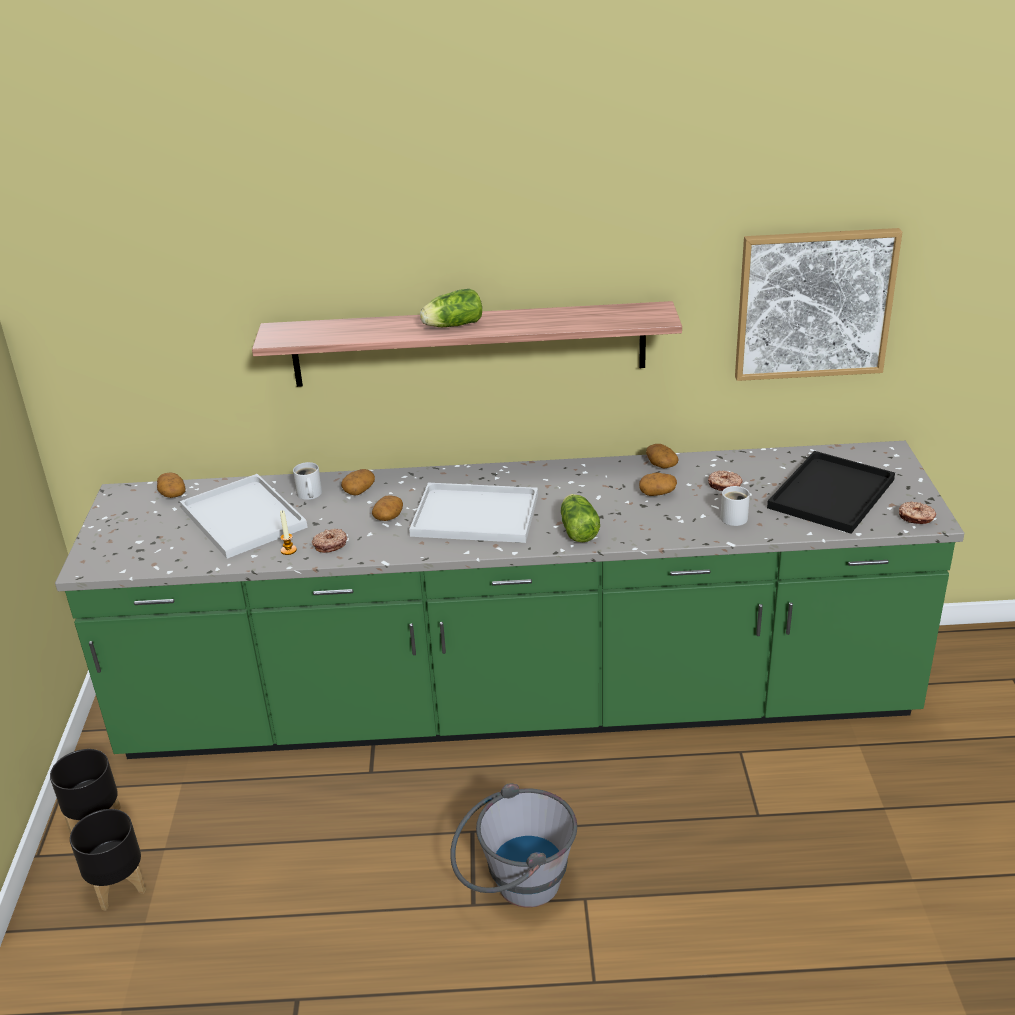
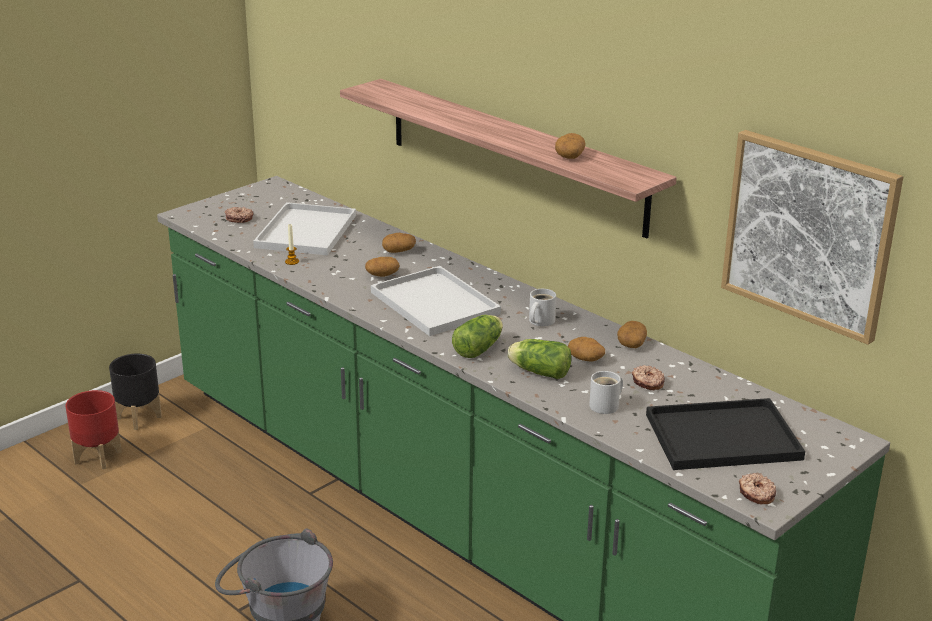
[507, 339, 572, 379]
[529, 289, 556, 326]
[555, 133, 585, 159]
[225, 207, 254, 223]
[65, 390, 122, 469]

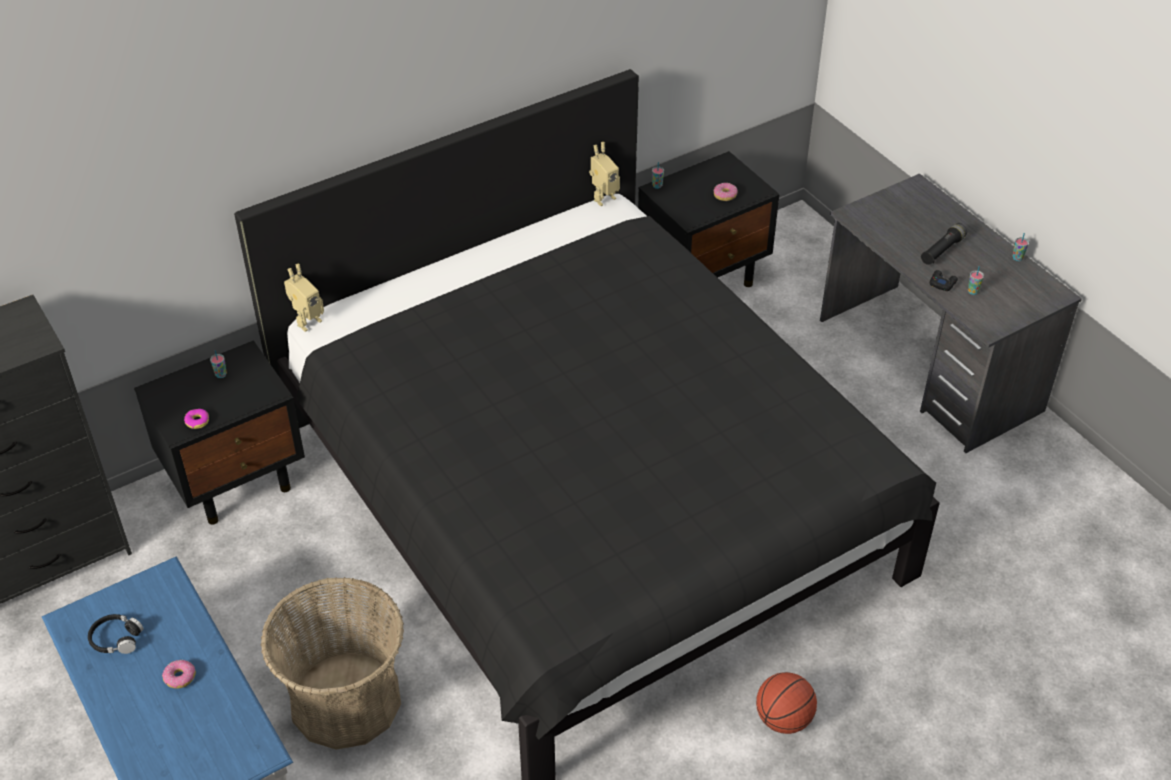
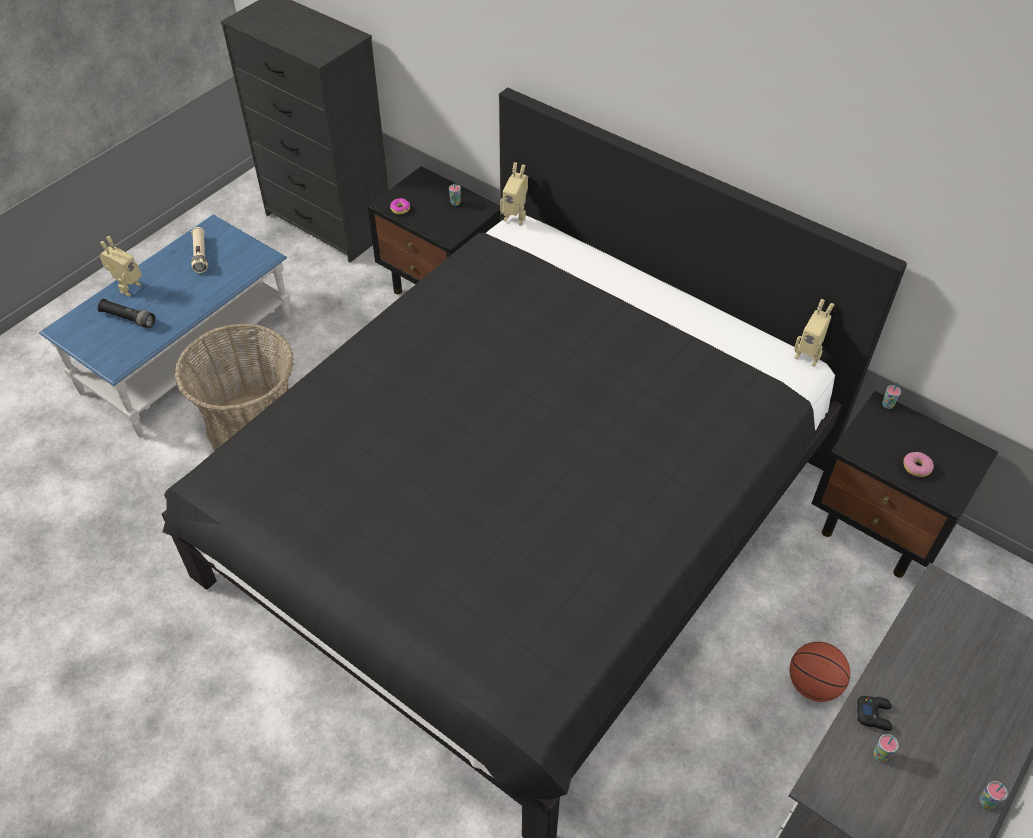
[97, 299, 155, 328]
[191, 227, 208, 273]
[162, 660, 196, 689] (first image)
[789, 642, 850, 702]
[99, 236, 141, 296]

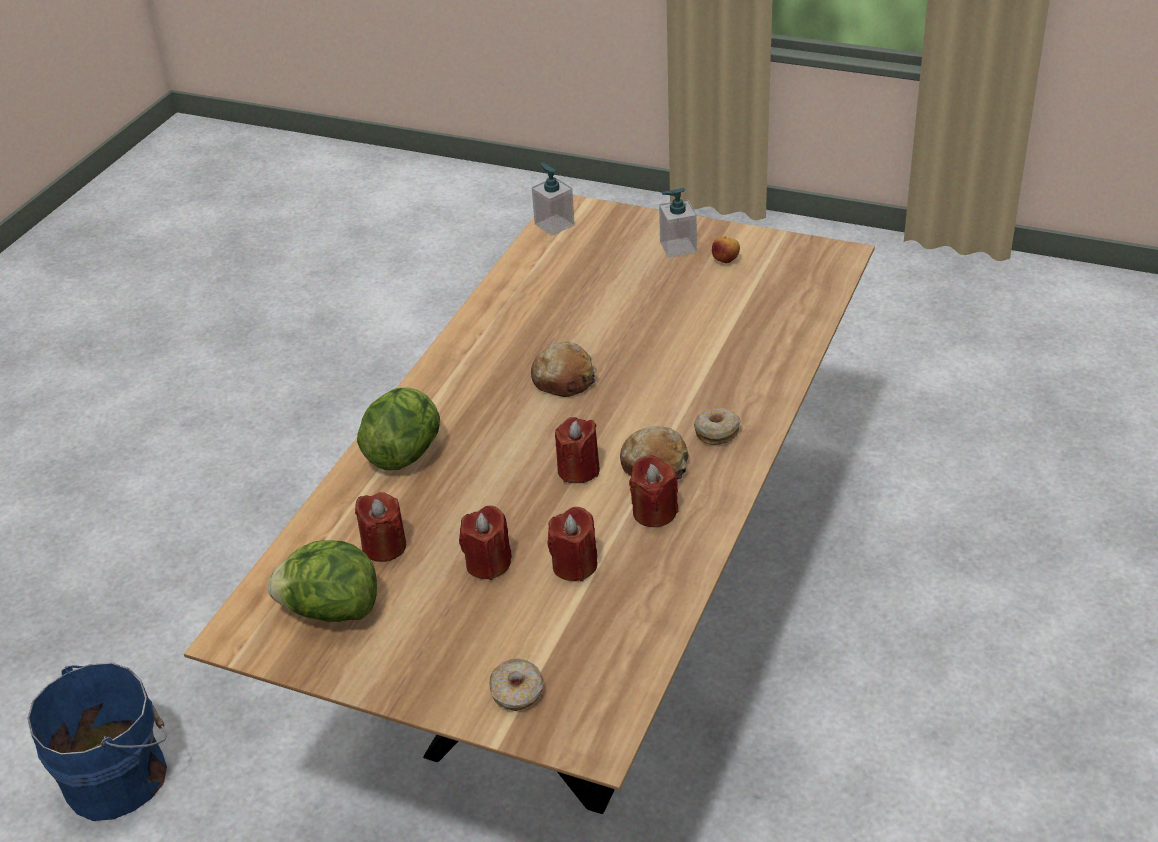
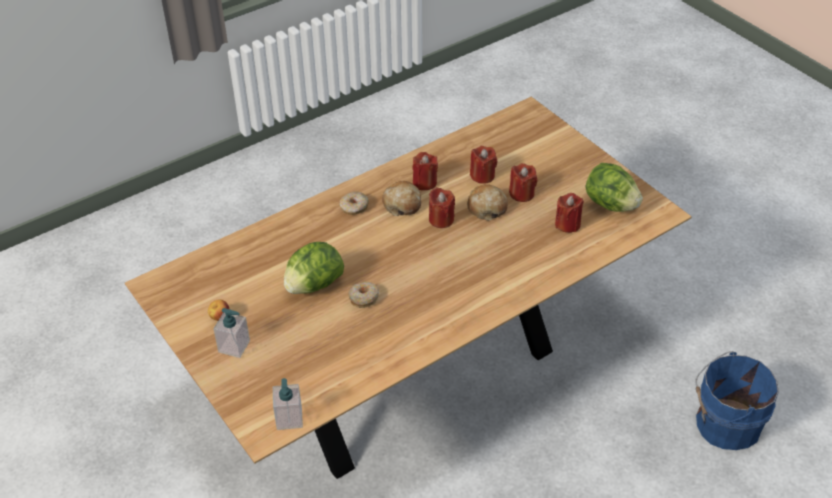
[467, 184, 508, 221]
[284, 242, 344, 294]
[349, 282, 379, 308]

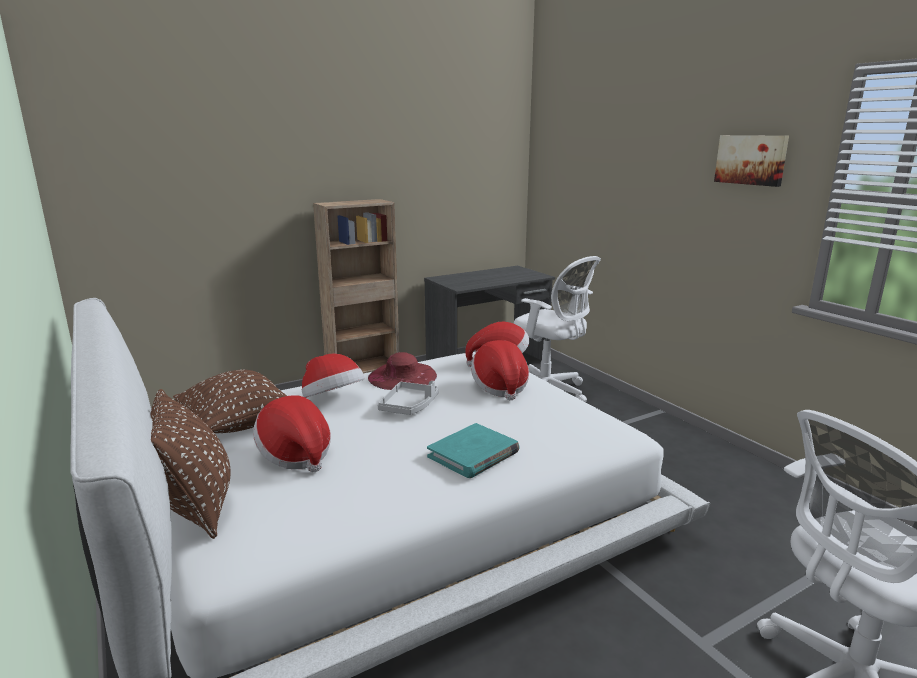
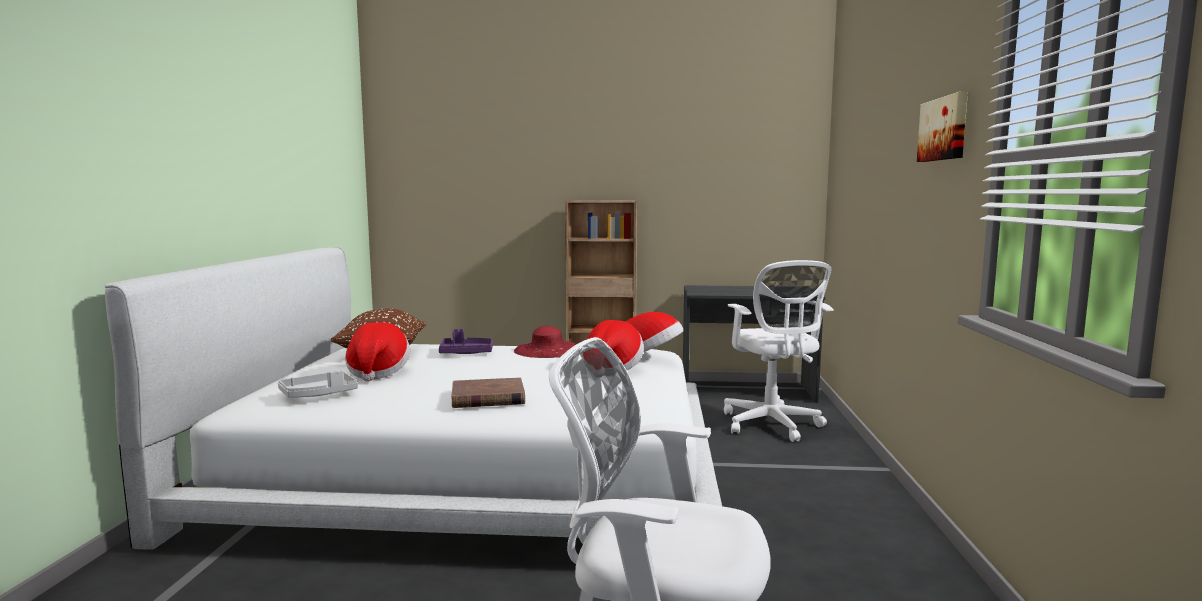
[439, 329, 493, 354]
[278, 370, 358, 398]
[150, 389, 231, 539] (first image)
[452, 377, 525, 408]

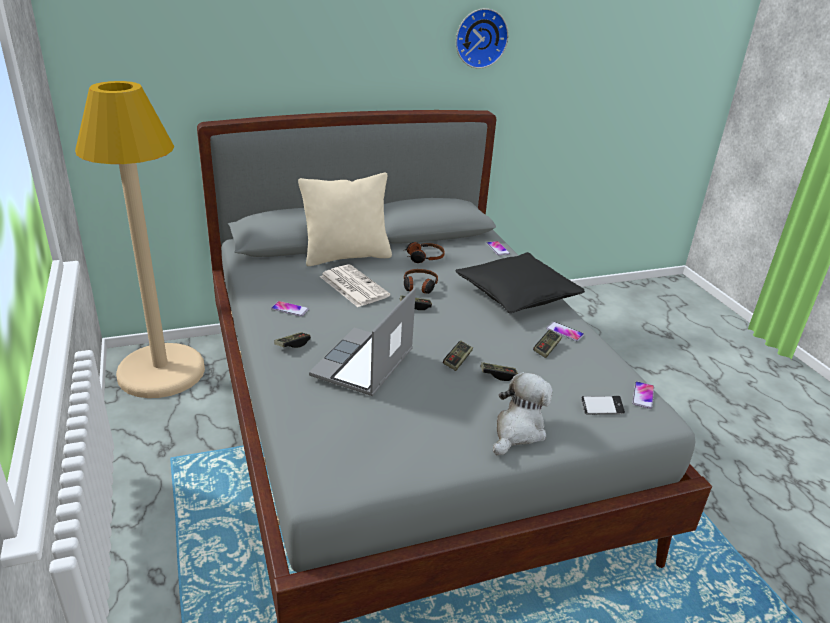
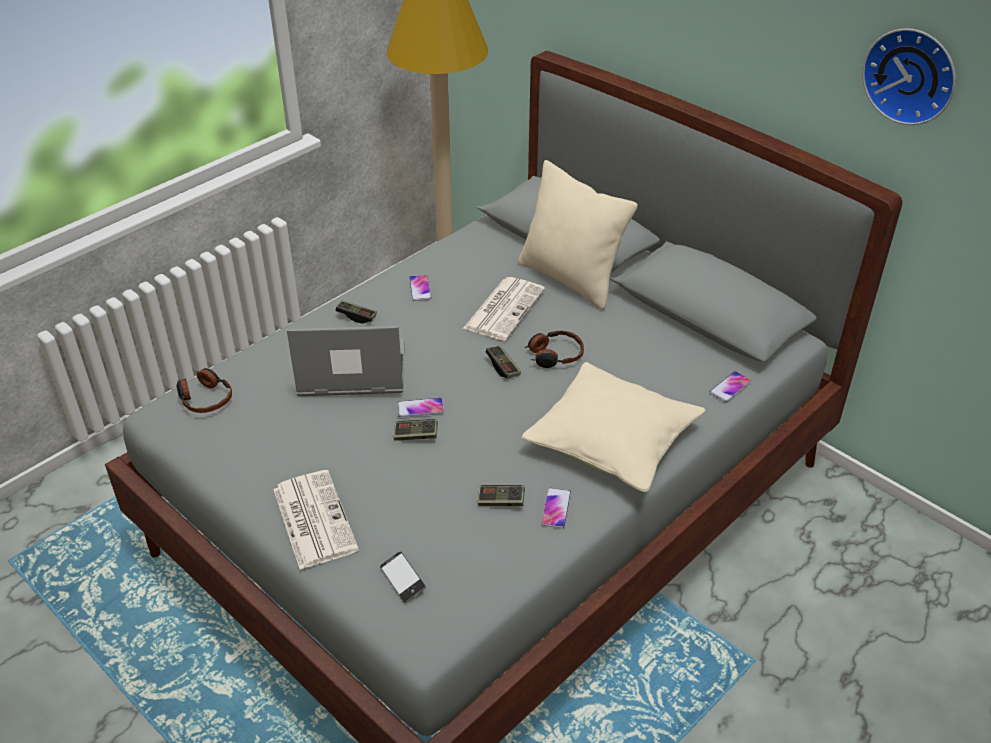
[176, 368, 232, 413]
[522, 362, 706, 492]
[480, 362, 518, 381] (first image)
[273, 470, 359, 569]
[397, 398, 444, 417]

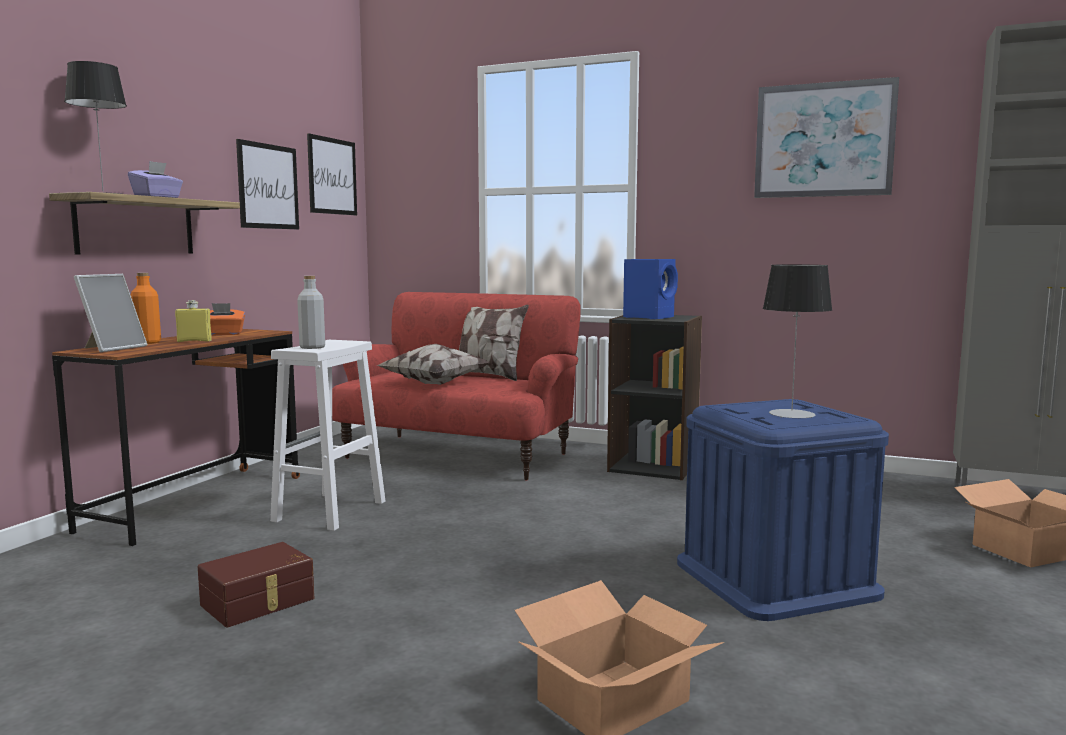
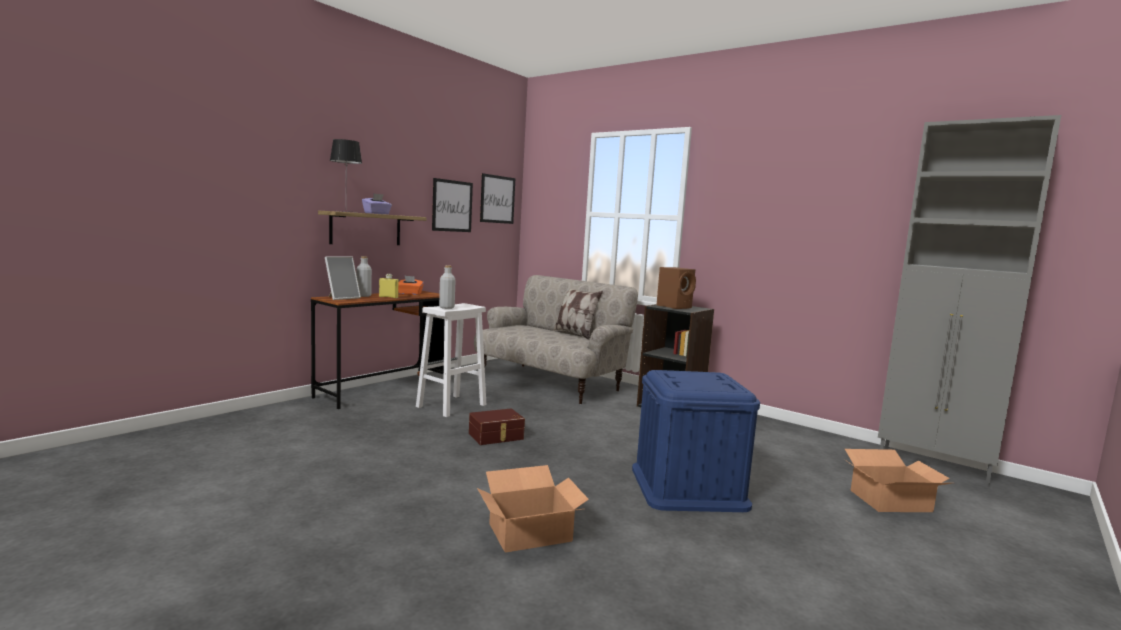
[754, 77, 899, 198] (first image)
[657, 267, 696, 309]
[763, 264, 832, 418] (first image)
[356, 256, 372, 297]
[474, 275, 638, 404]
[377, 344, 490, 385] (first image)
[469, 408, 525, 445]

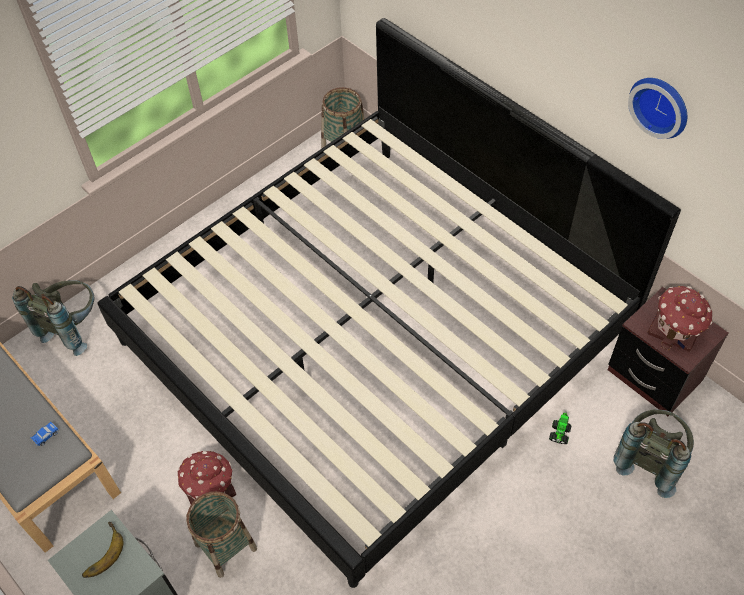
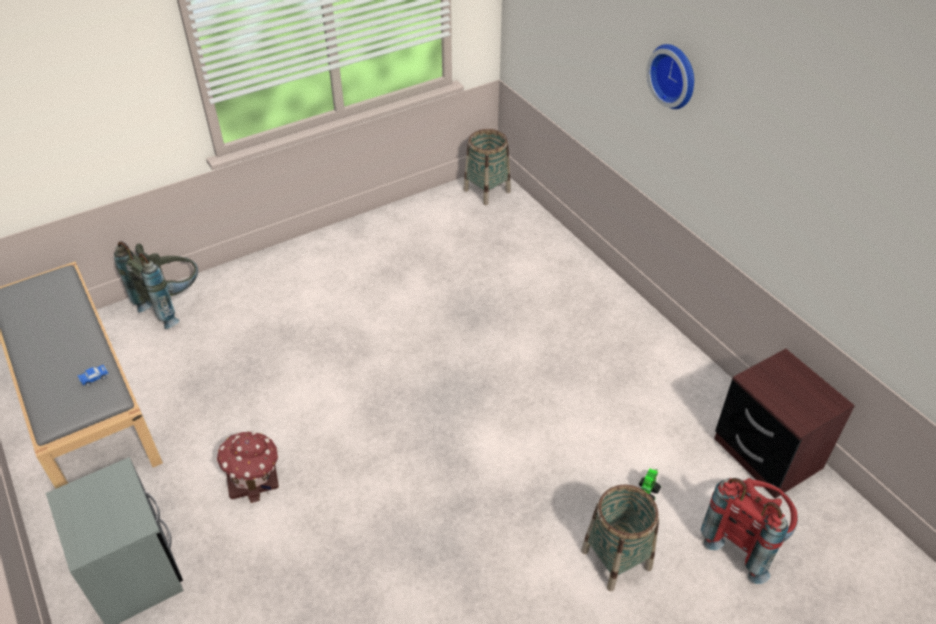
[98, 18, 681, 588] (first image)
[646, 44, 694, 109]
[648, 286, 712, 352] (first image)
[701, 478, 798, 584]
[581, 485, 659, 591]
[82, 522, 124, 578] (first image)

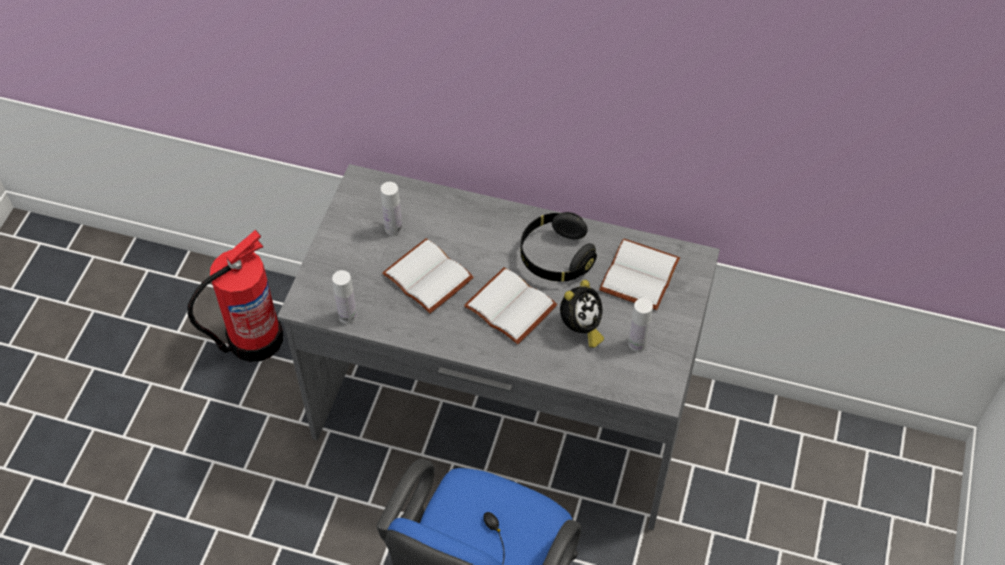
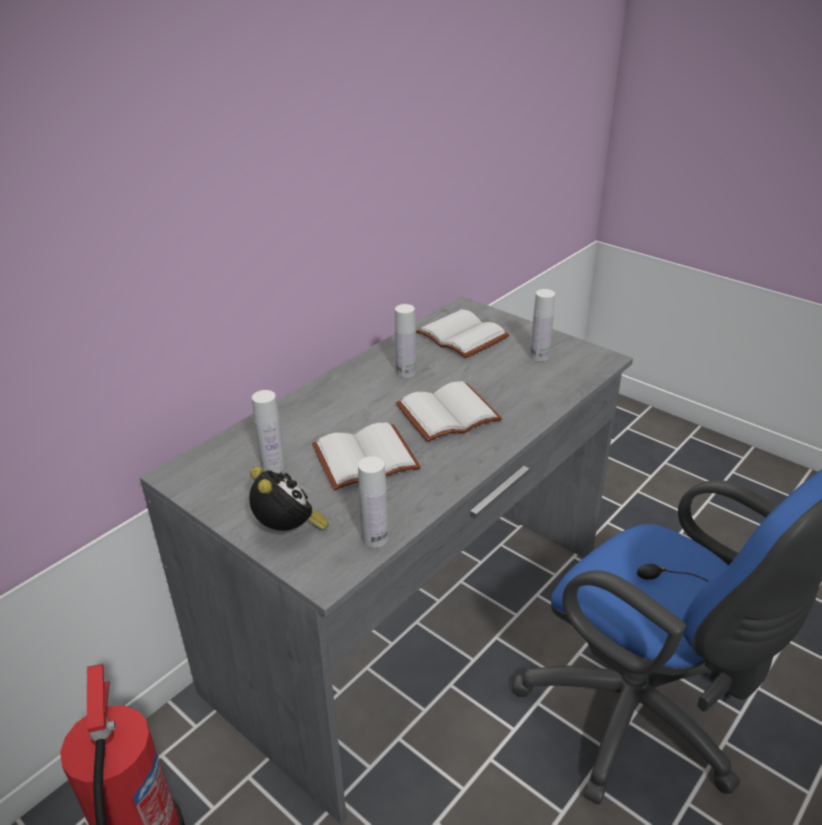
[395, 304, 416, 378]
[249, 466, 329, 531]

